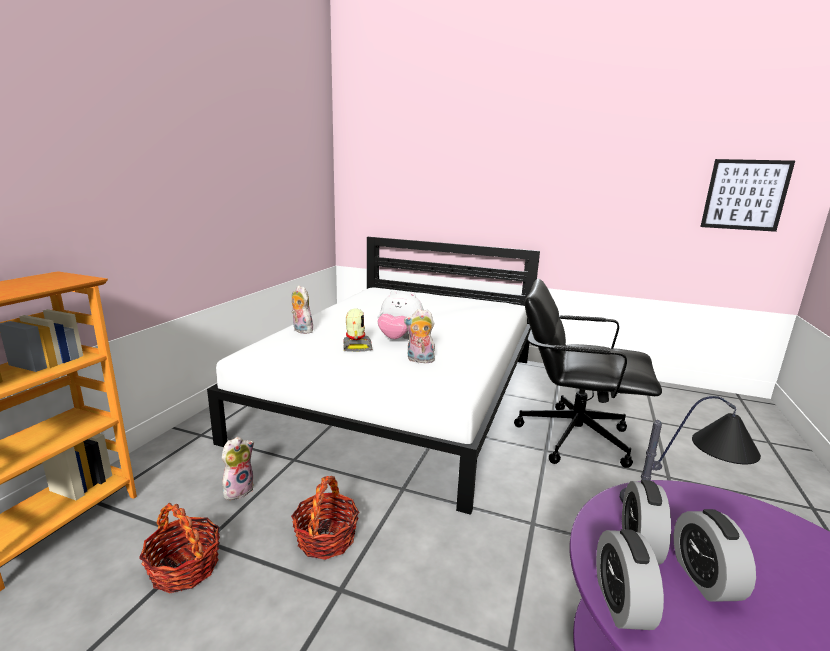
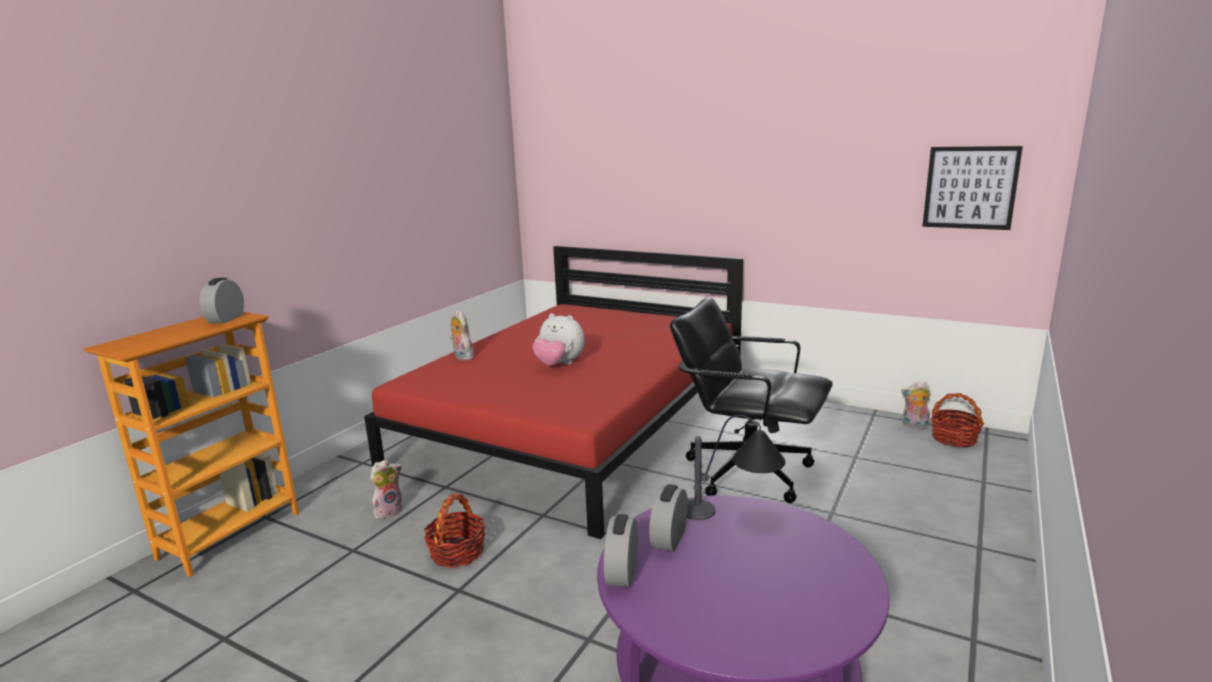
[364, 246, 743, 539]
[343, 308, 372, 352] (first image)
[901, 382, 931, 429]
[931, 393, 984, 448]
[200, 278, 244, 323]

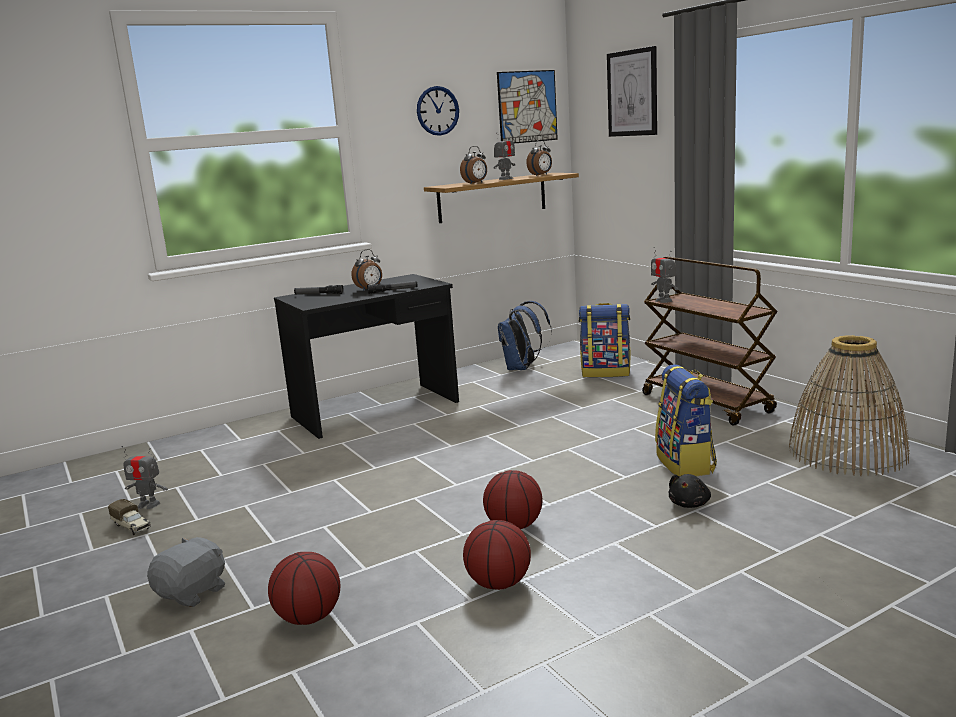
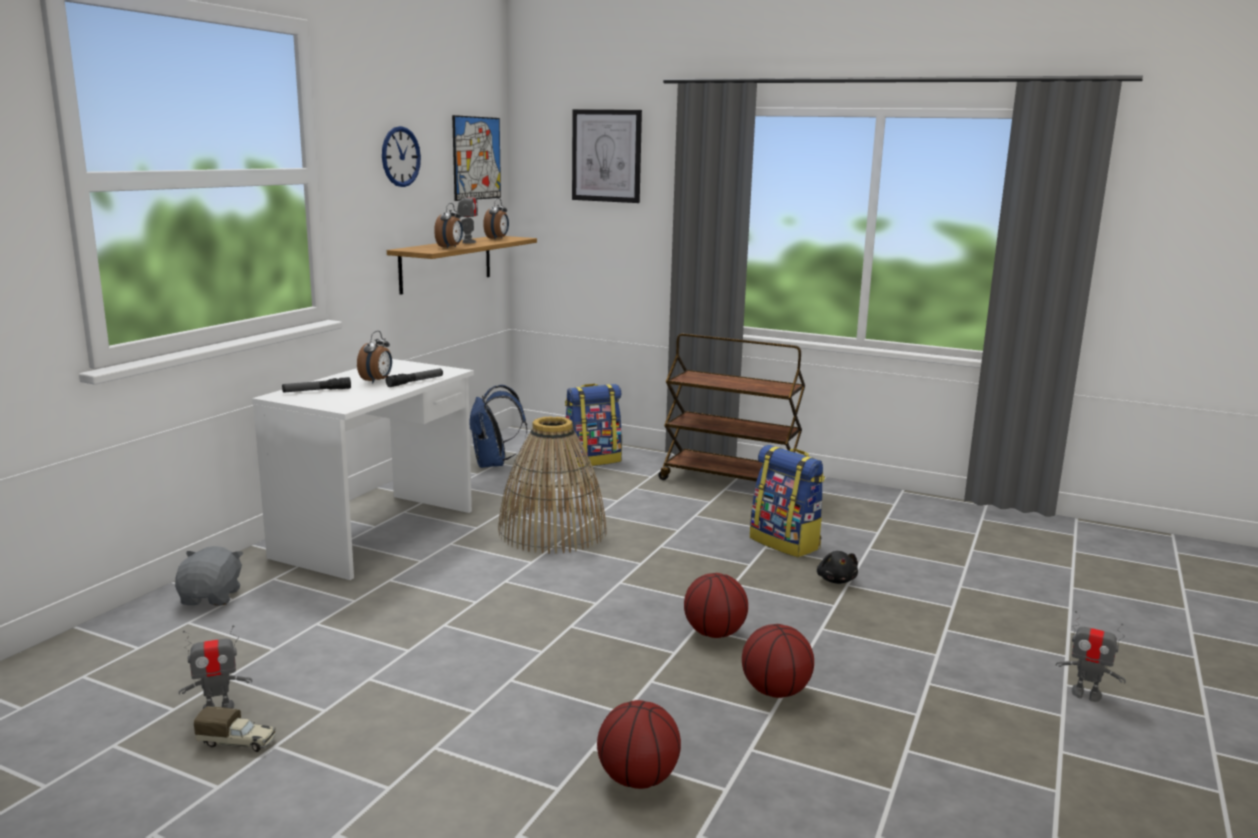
[1056, 611, 1126, 702]
[252, 359, 474, 580]
[498, 416, 607, 554]
[175, 546, 243, 606]

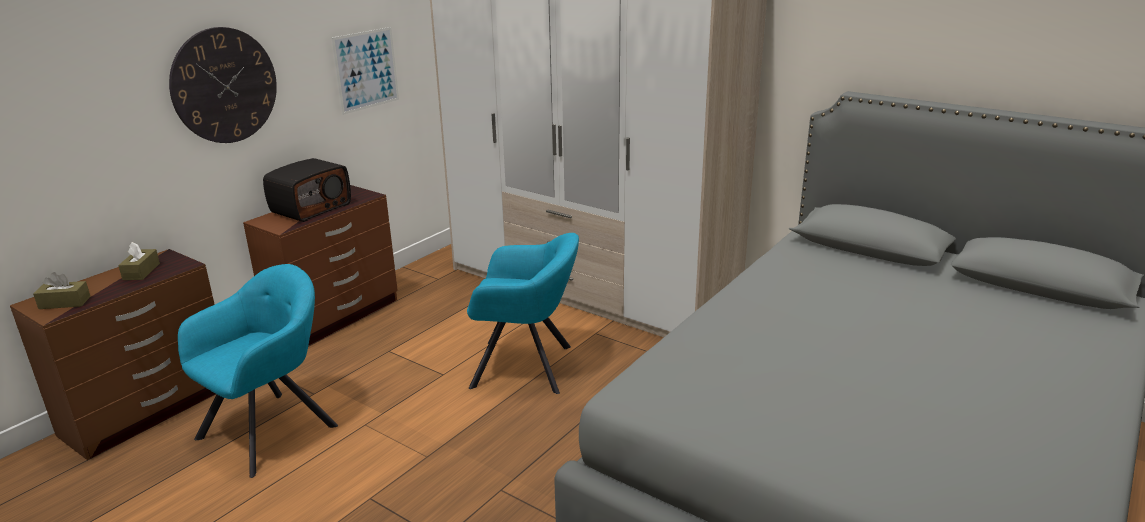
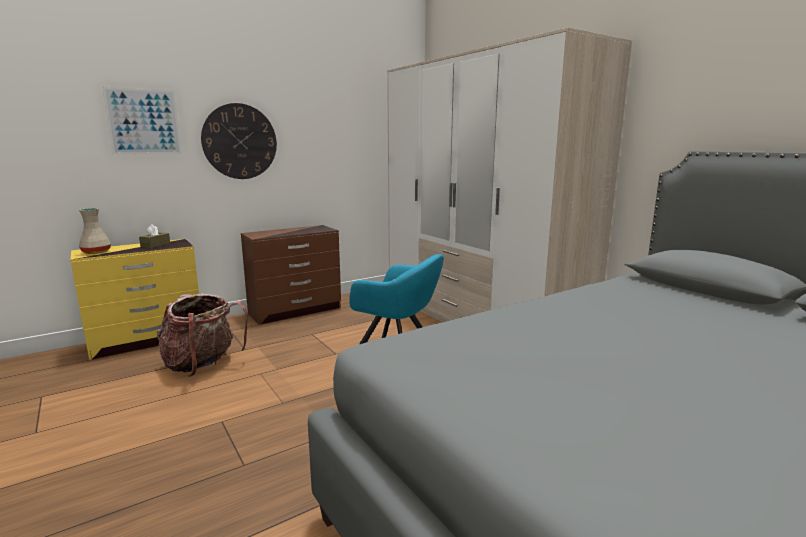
[102, 87, 182, 155]
[263, 158, 351, 222] (first image)
[70, 239, 199, 360]
[157, 293, 248, 377]
[79, 208, 111, 254]

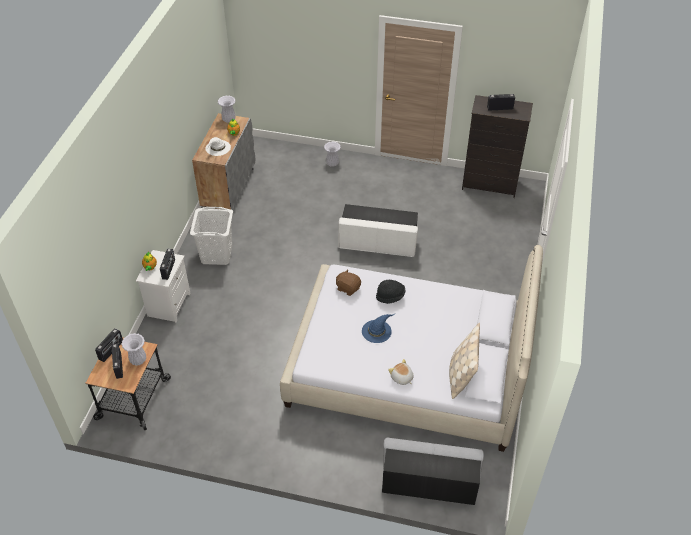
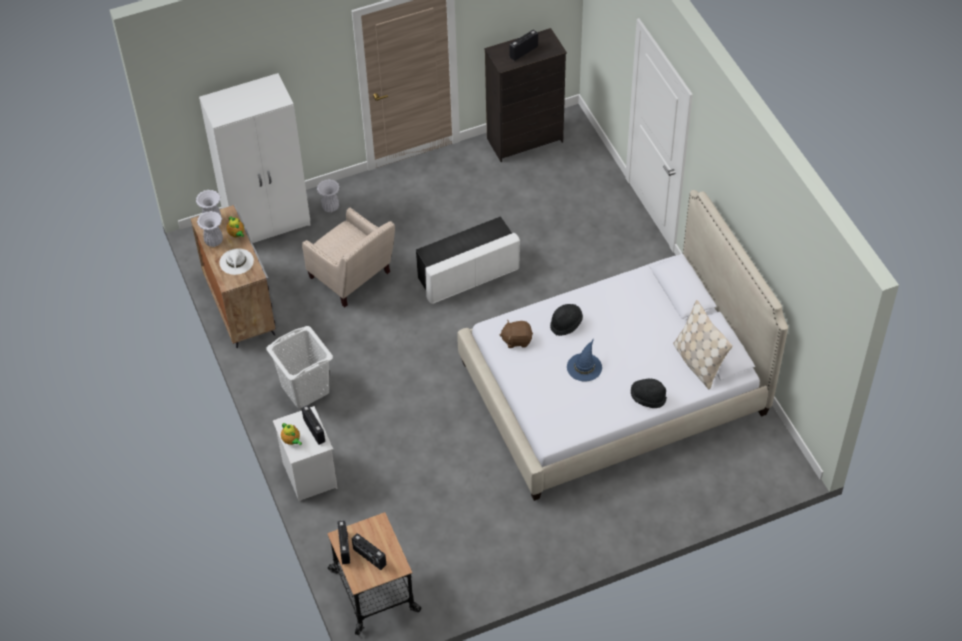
[197, 211, 223, 247]
[631, 379, 667, 408]
[382, 438, 484, 505] (first image)
[199, 73, 311, 243]
[302, 208, 395, 308]

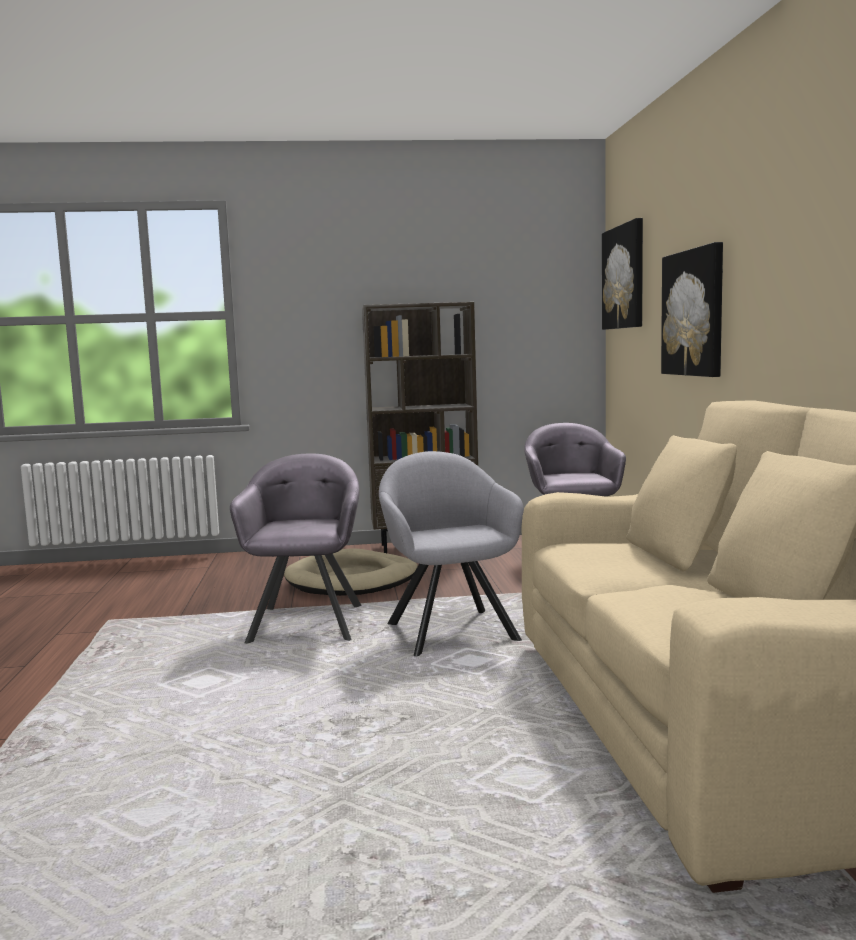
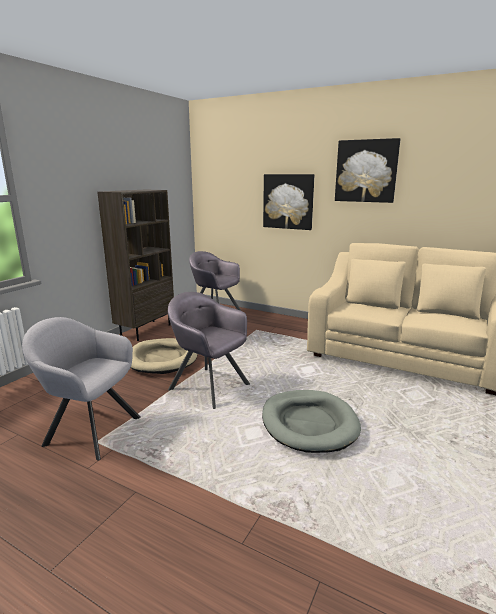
[335, 138, 401, 203]
[22, 317, 141, 461]
[262, 390, 361, 453]

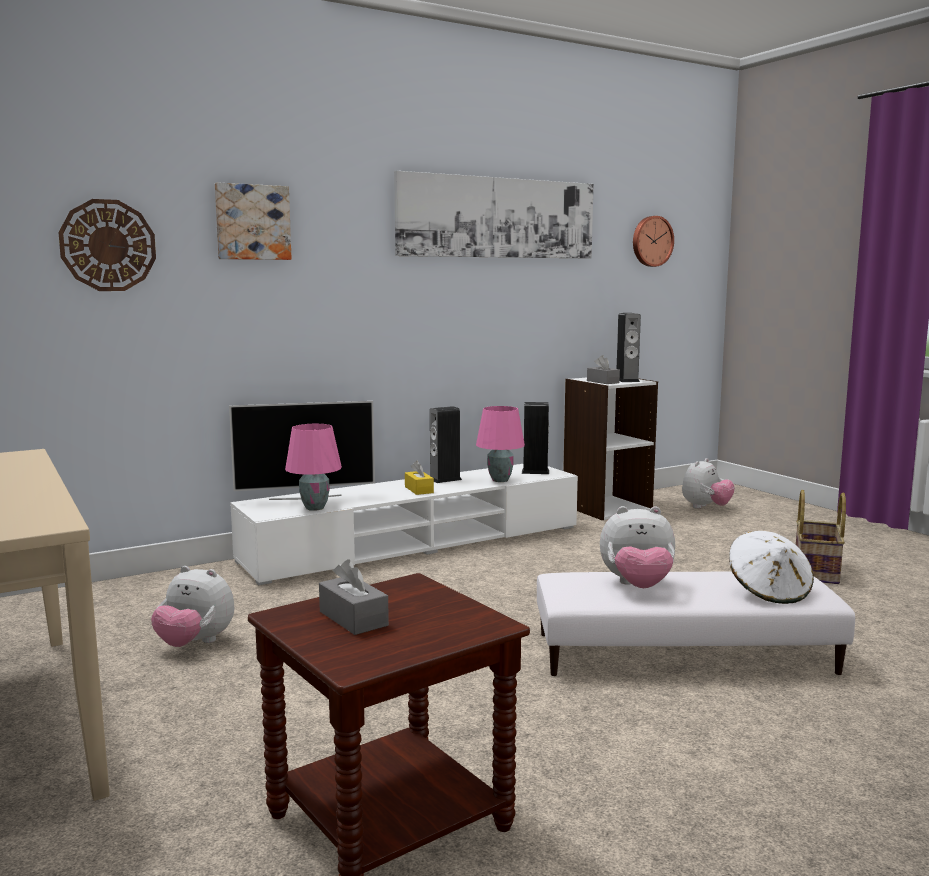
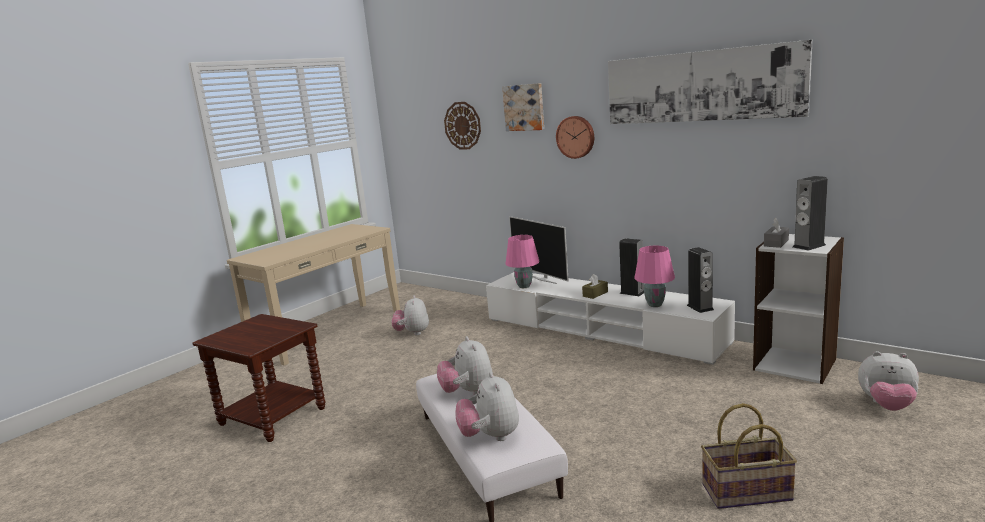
[556, 116, 594, 159]
[582, 274, 608, 299]
[456, 372, 519, 441]
[319, 559, 389, 635] (first image)

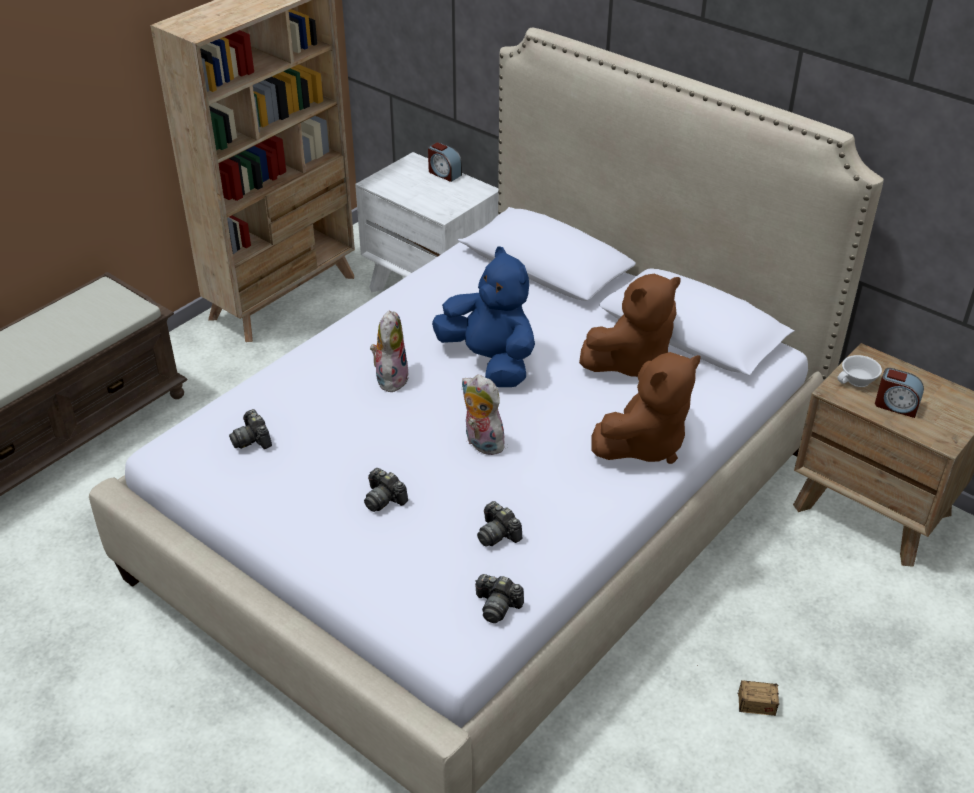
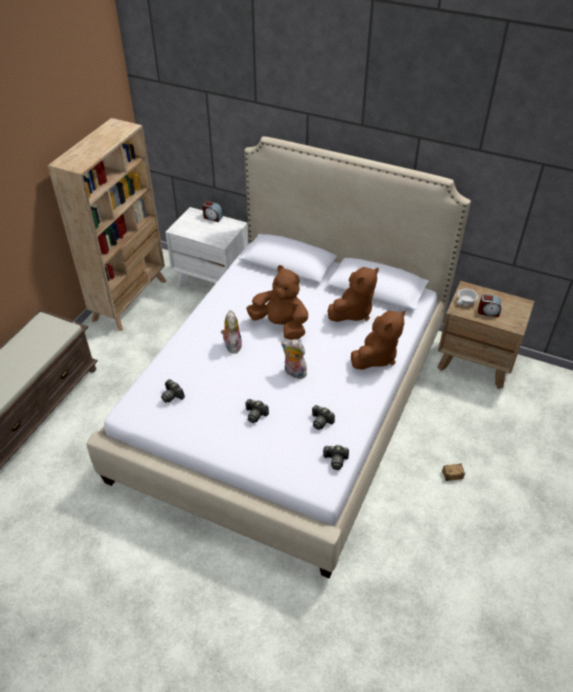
[246, 265, 308, 340]

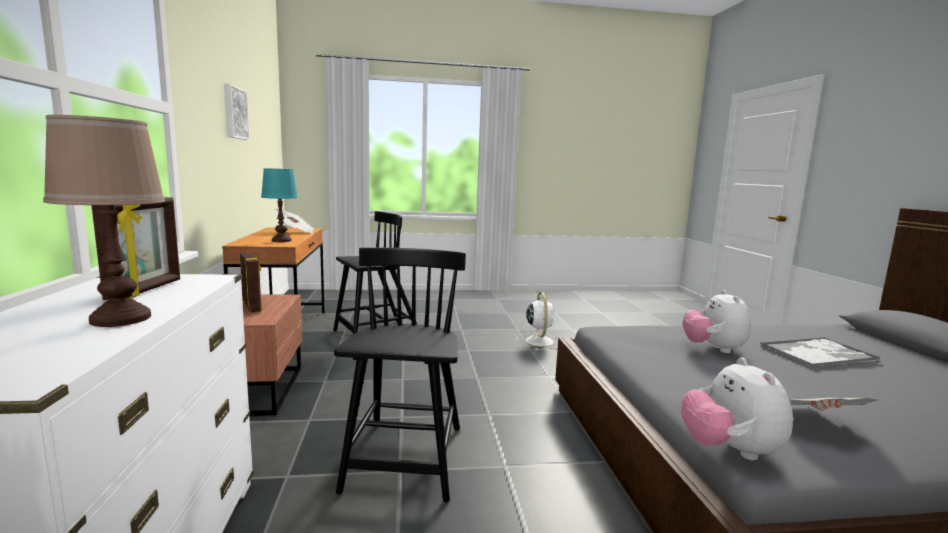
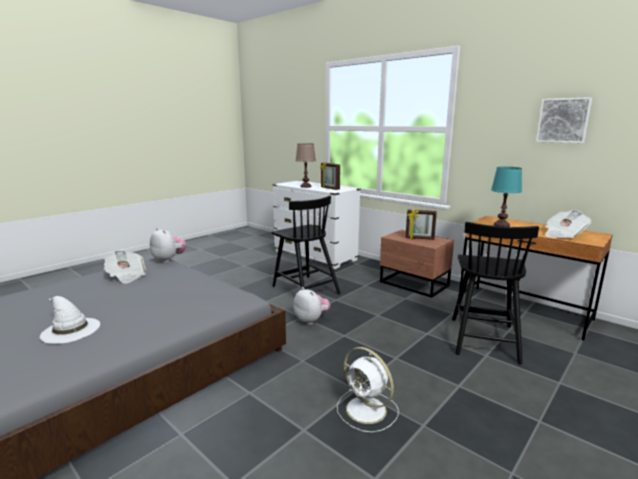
[294, 287, 330, 325]
[40, 296, 100, 344]

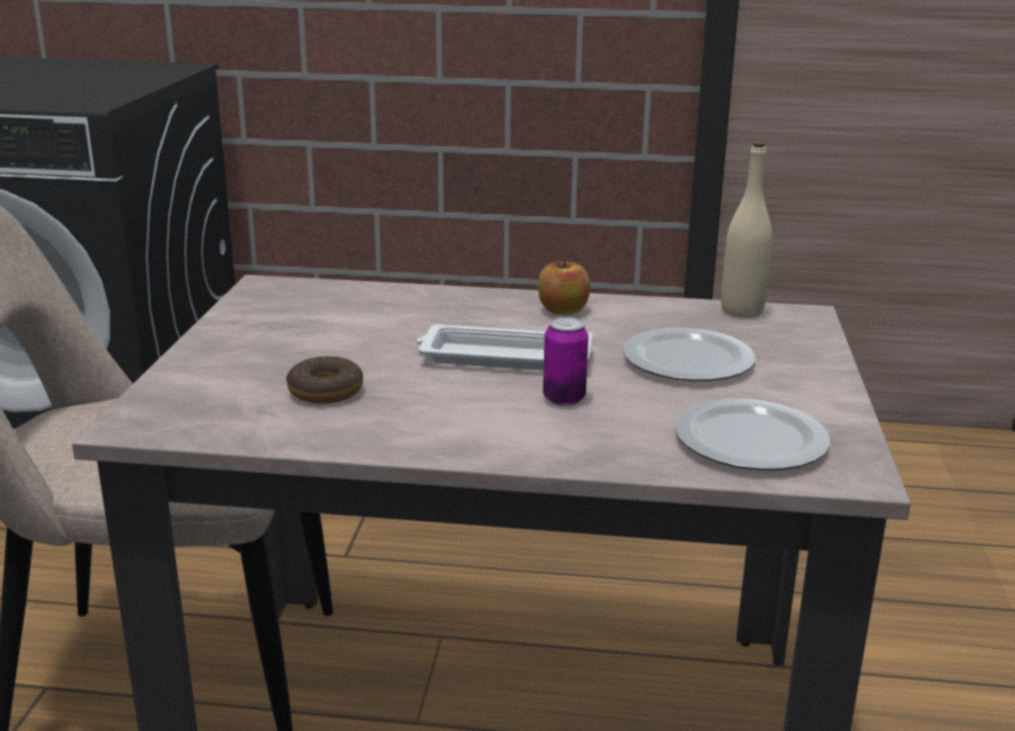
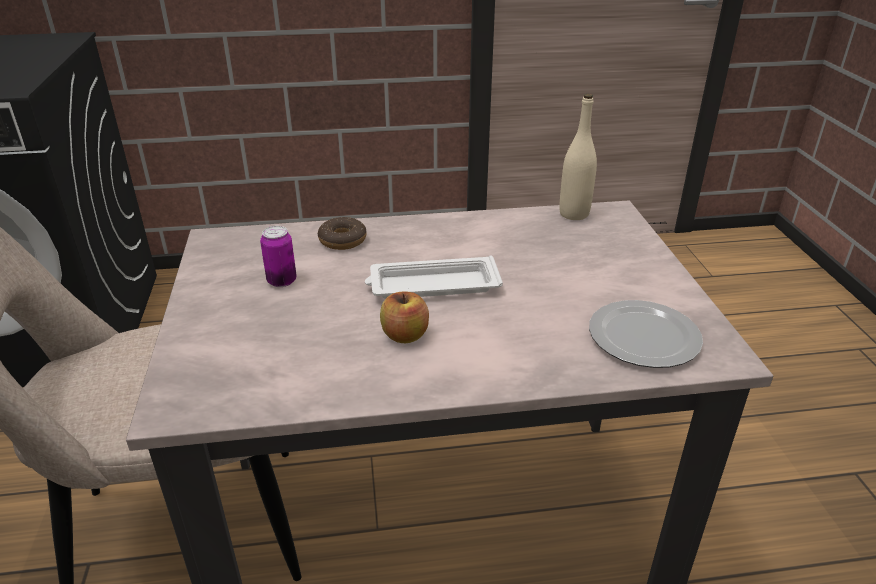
[380, 291, 429, 343]
[260, 226, 297, 287]
[623, 328, 755, 381] (first image)
[318, 217, 367, 250]

